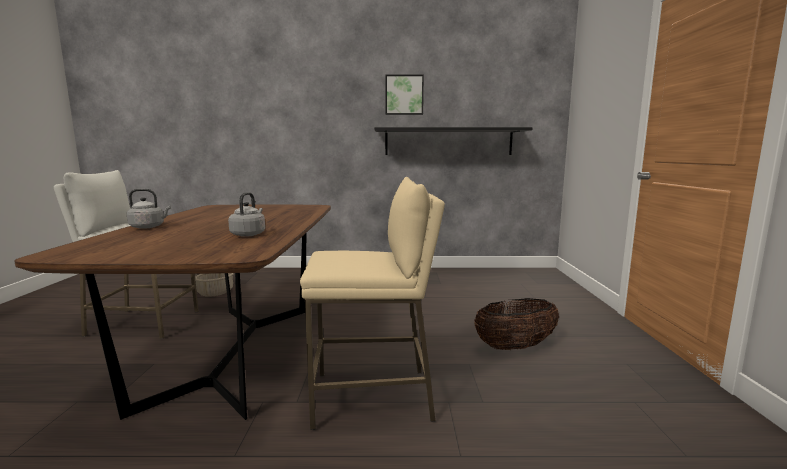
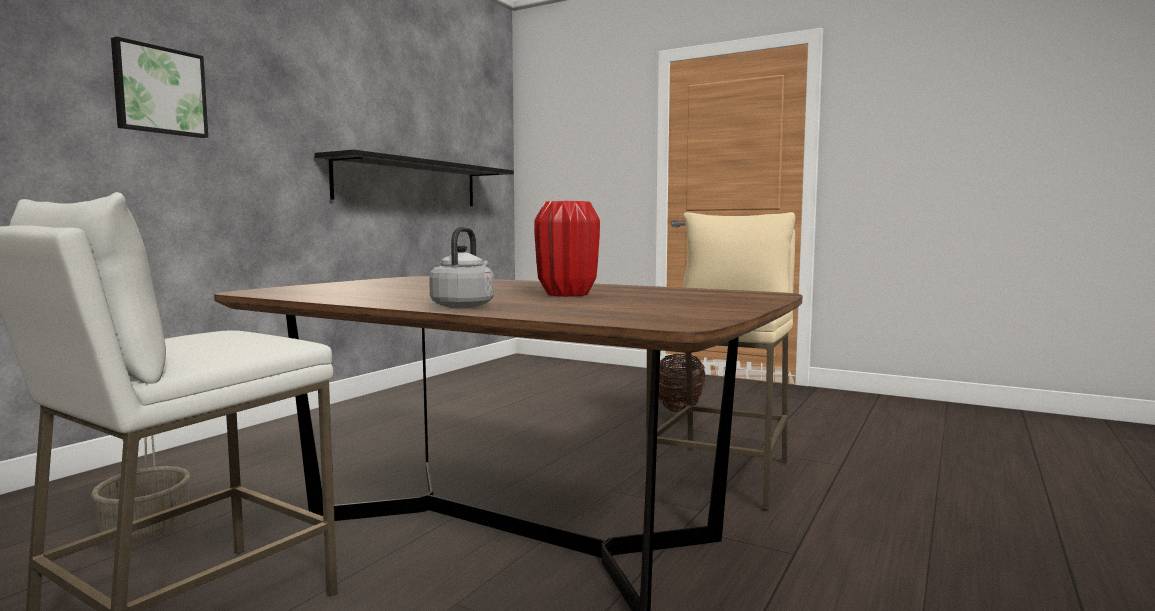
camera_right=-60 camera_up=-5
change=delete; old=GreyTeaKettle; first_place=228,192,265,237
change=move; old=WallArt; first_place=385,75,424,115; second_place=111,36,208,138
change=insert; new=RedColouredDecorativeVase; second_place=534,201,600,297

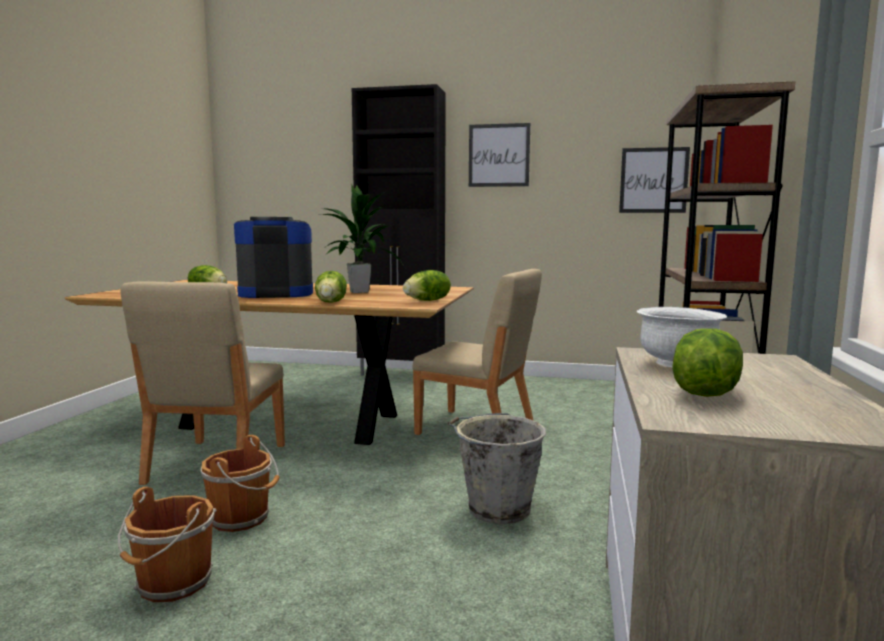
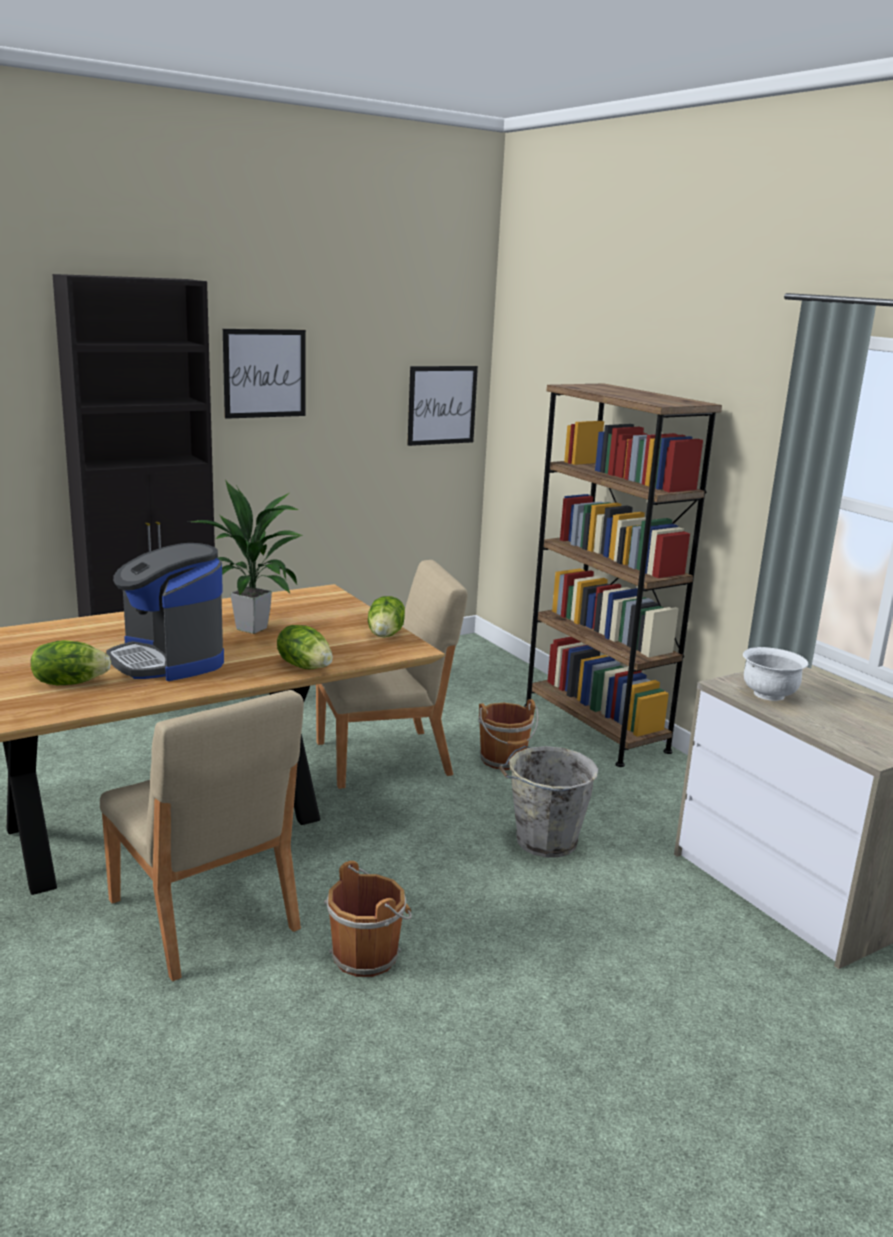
camera_right=-45 camera_up=10
change=move; old=BrownBucket; first_place=118,487,216,602; second_place=478,699,538,770
change=rotate; old=CoffeeMaker; first_place=234,217,313,298; second_place=106,543,224,681; degrees=-75
change=delete; old=Lettuce; first_place=672,328,743,397

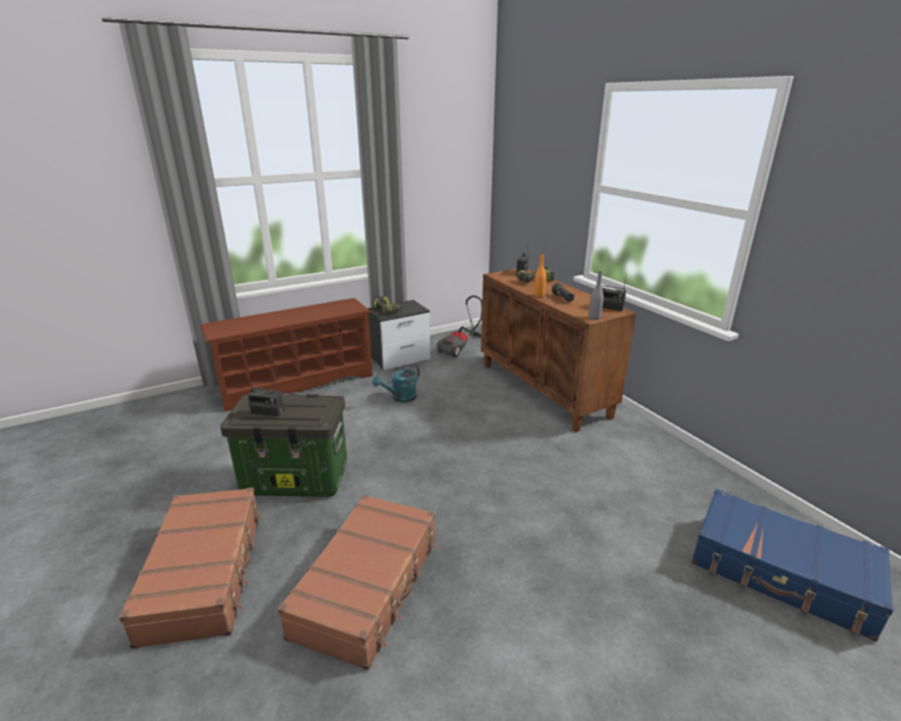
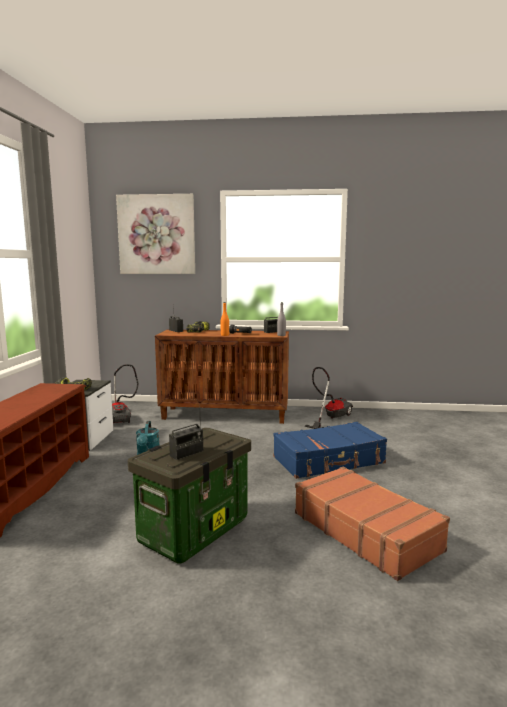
camera_right=-55 camera_up=-15
change=delete; old=BrownPieceOfLuggage; first_place=119,487,263,649
change=move; old=BlueColouredPieceOfLuggage; first_place=691,489,894,642; second_place=273,422,387,479
change=insert; new=WallArt; second_place=116,194,195,274
change=insert; new=Hoover; second_place=304,367,353,429

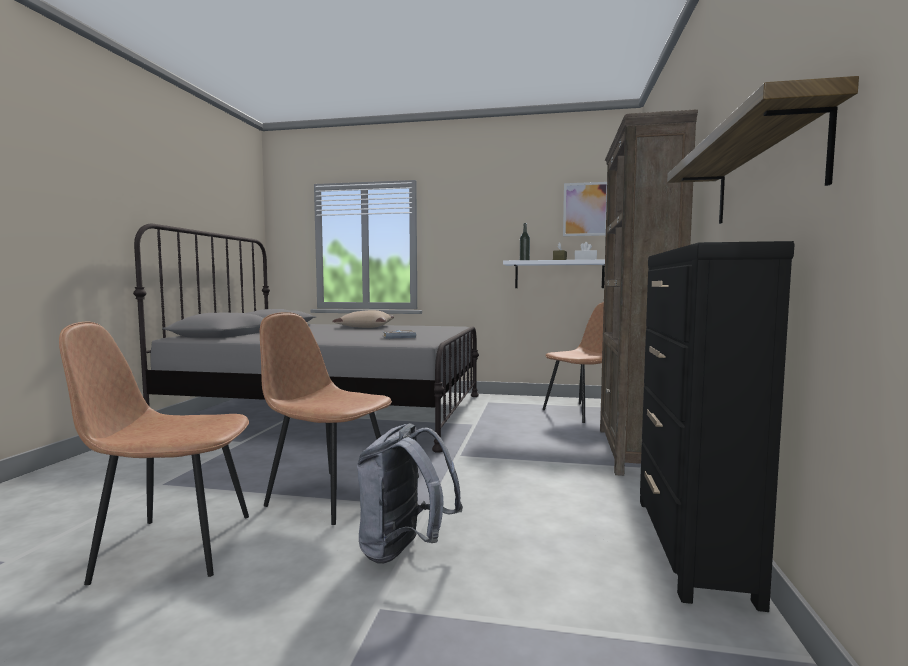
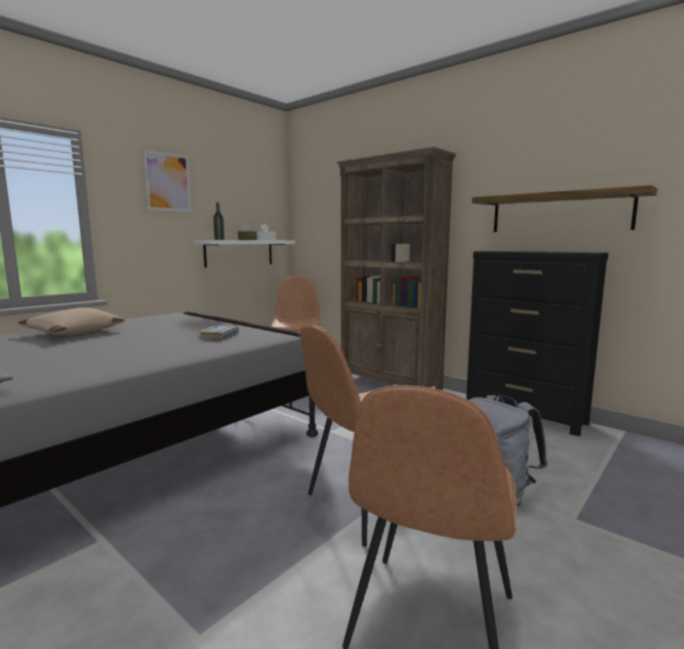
camera_right=-60 camera_up=5
change=move; old=WallArt; first_place=563,182,607,236; second_place=143,149,191,212

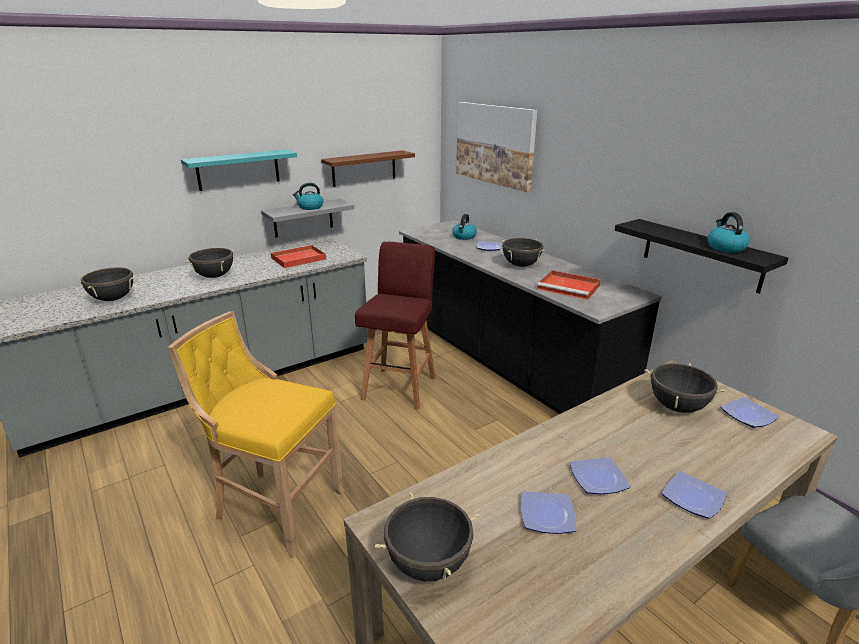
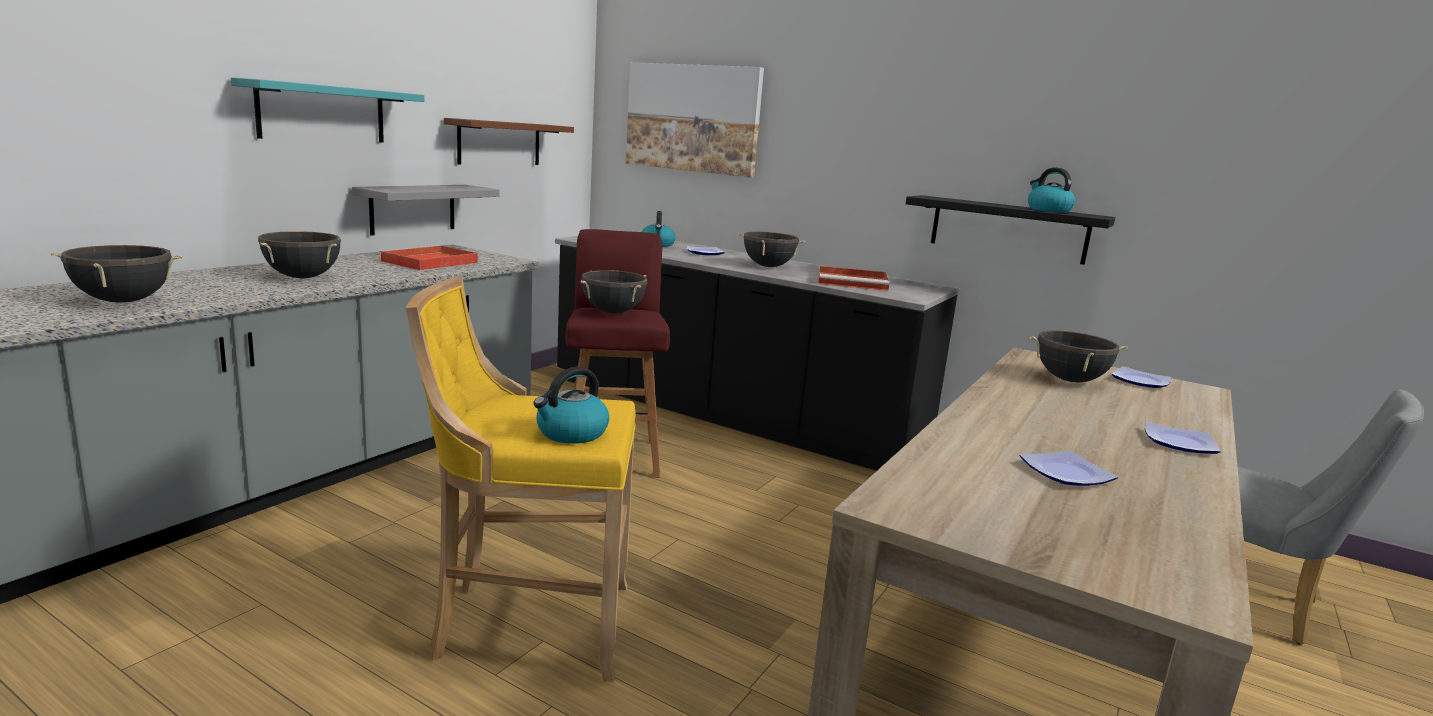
camera_right=-25 camera_up=-10
change=move; old=TeaKettle; first_place=293,183,323,210; second_place=533,367,609,444
change=move; old=BlackColouredSaucepot; first_place=375,492,479,581; second_place=580,270,647,313
change=delete; old=Plate; first_place=570,457,631,494

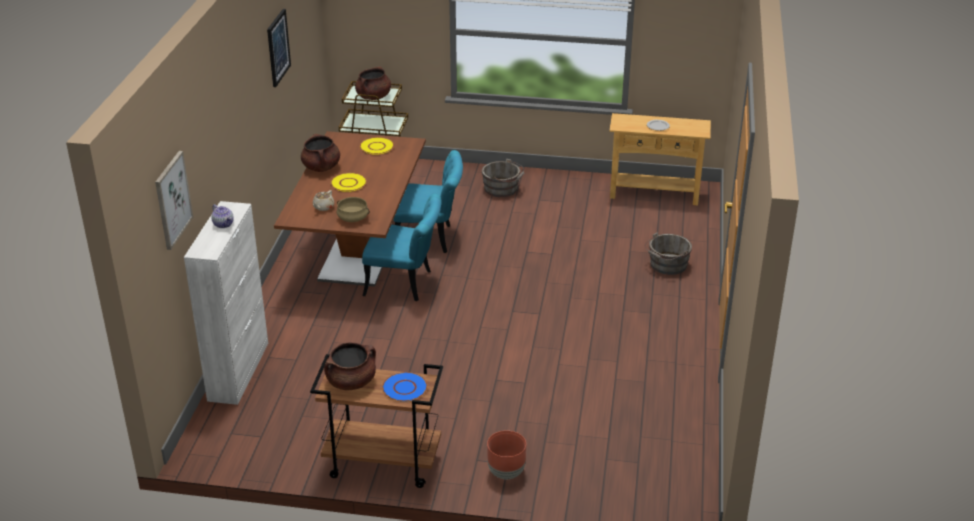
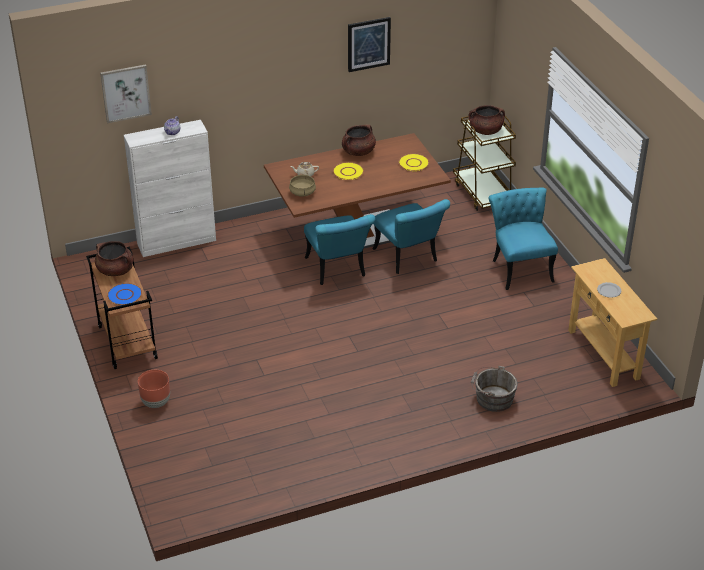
camera_right=60 camera_up=5
change=replace; old=GreyBucket; new=TurquoisePlainChair; first_place=482,159,524,197; second_place=488,188,558,290

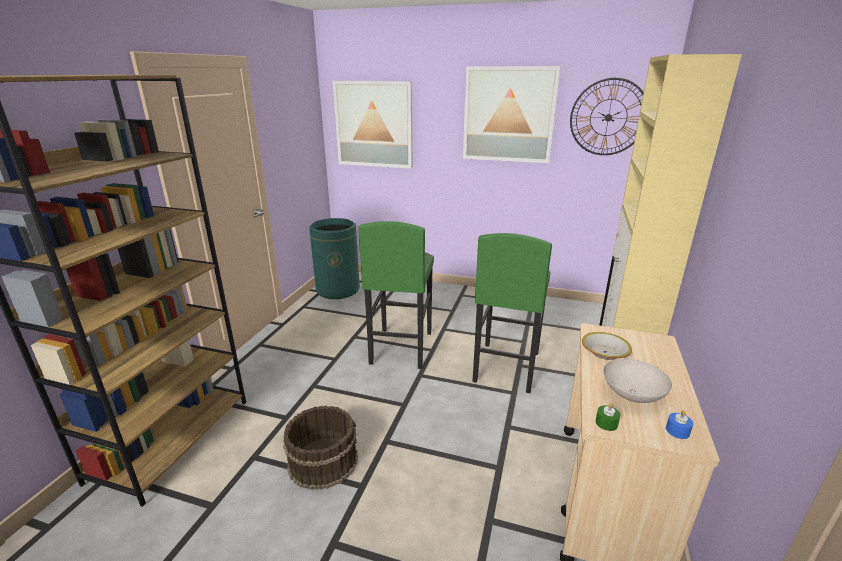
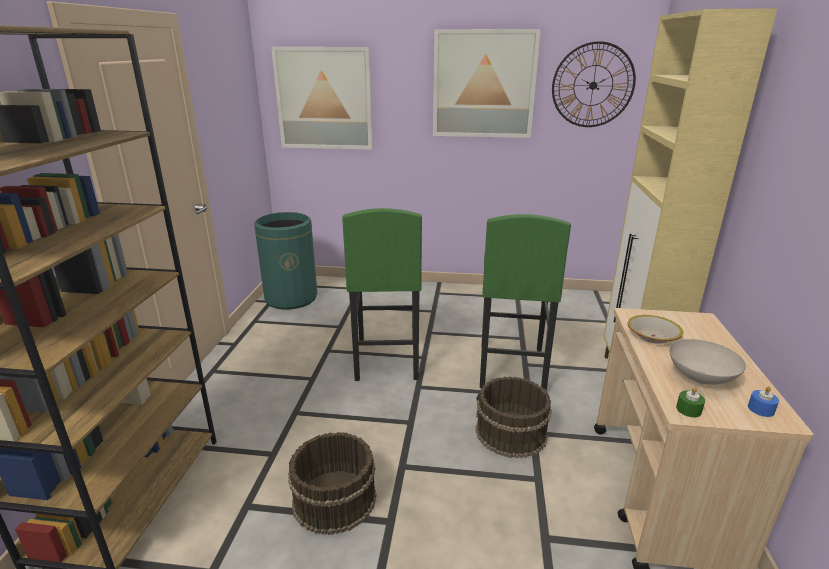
camera_right=-10 camera_up=0
change=insert; new=BrownBucket; second_place=475,376,552,458

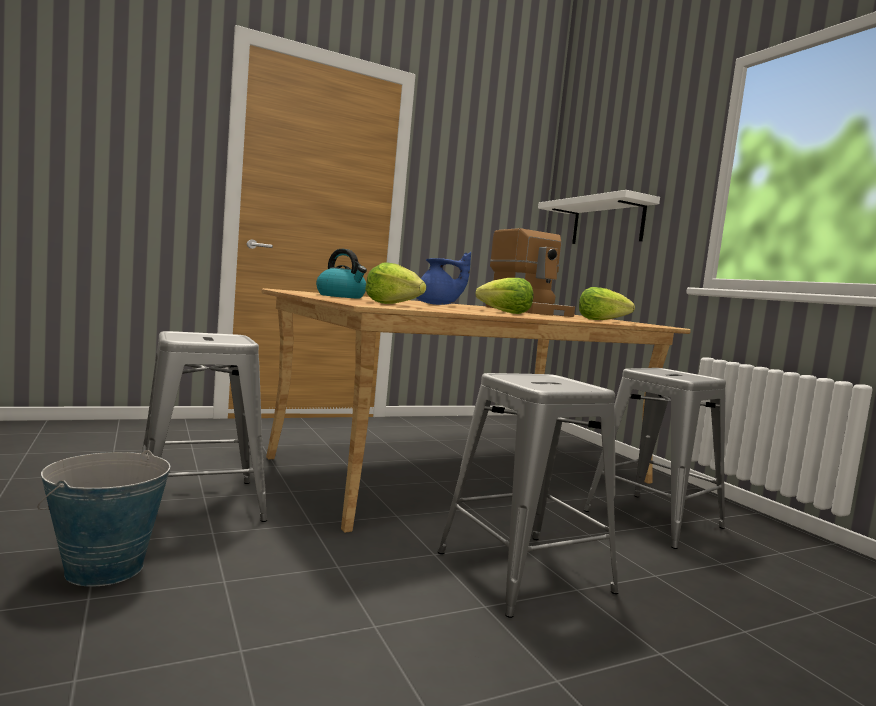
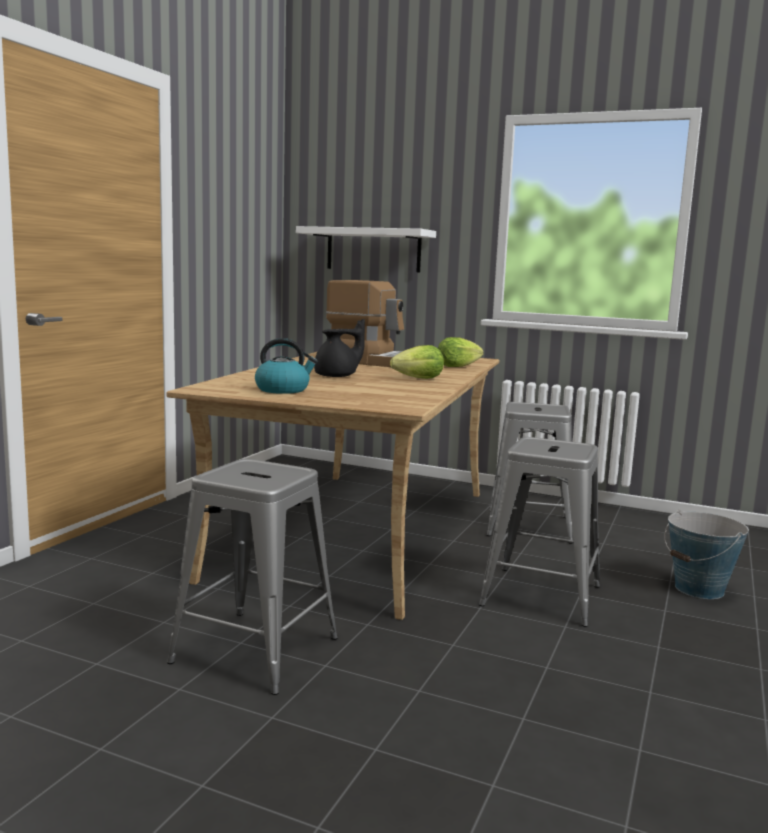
camera_right=-40 camera_up=5
change=move; old=Bucket; first_place=37,450,170,587; second_place=664,509,749,599
change=delete; old=Lettuce; first_place=365,263,426,304
change=recolor; old=BlueColouredPotForTea; new=BlackColouredPotForTea; first_place=416,252,471,305; second_place=314,319,365,377

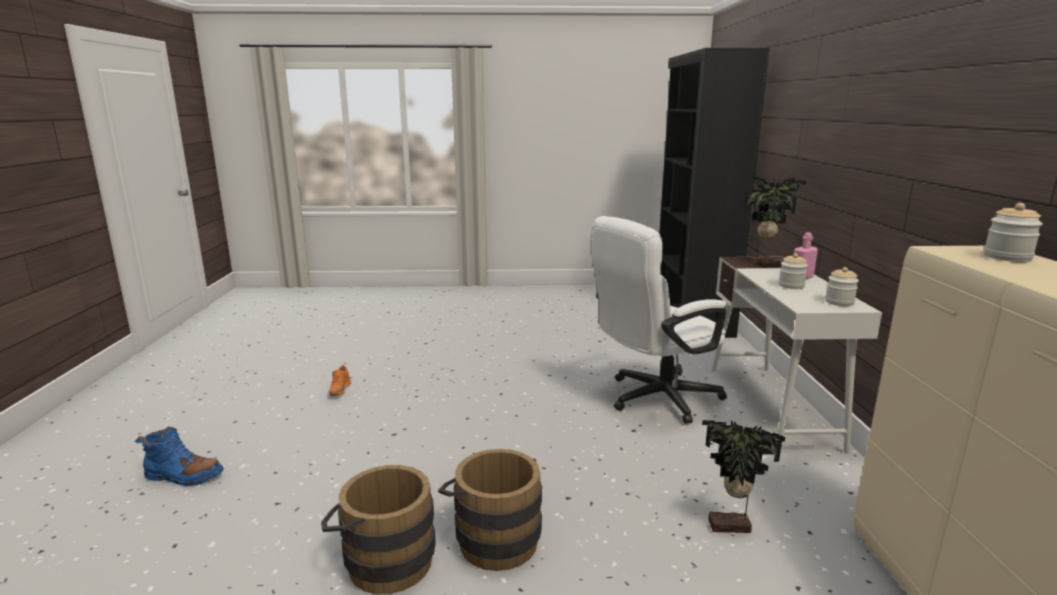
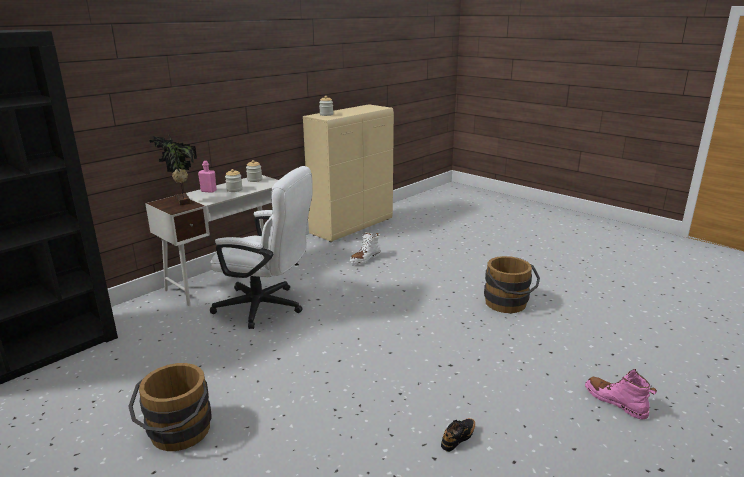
camera_right=-135 camera_up=5
change=recolor; old=BlueColouredTallBoot; new=PinkTallBoot; first_place=135,426,224,486; second_place=585,369,657,420
change=recolor; old=OrangeyLowShoe; new=BlackColouredLowShoe; first_place=329,365,351,396; second_place=441,418,475,452
change=move; old=BrownBucket; first_place=438,449,542,571; second_place=128,363,212,451
change=replace; old=PottedPlant; new=WhitishTallBoot; first_place=702,420,785,533; second_place=349,232,380,264

